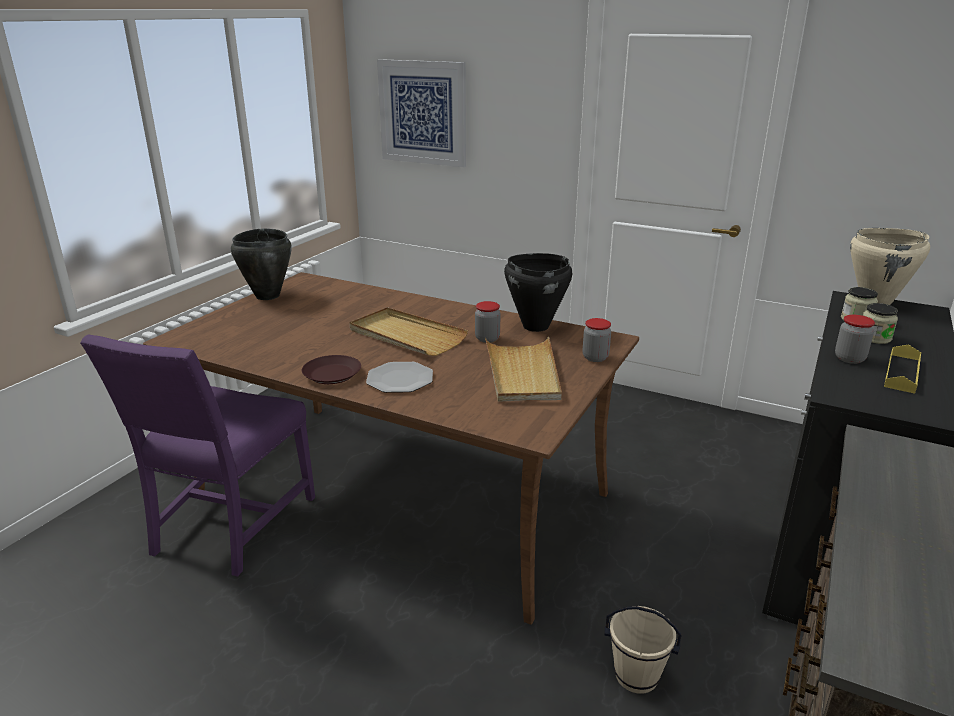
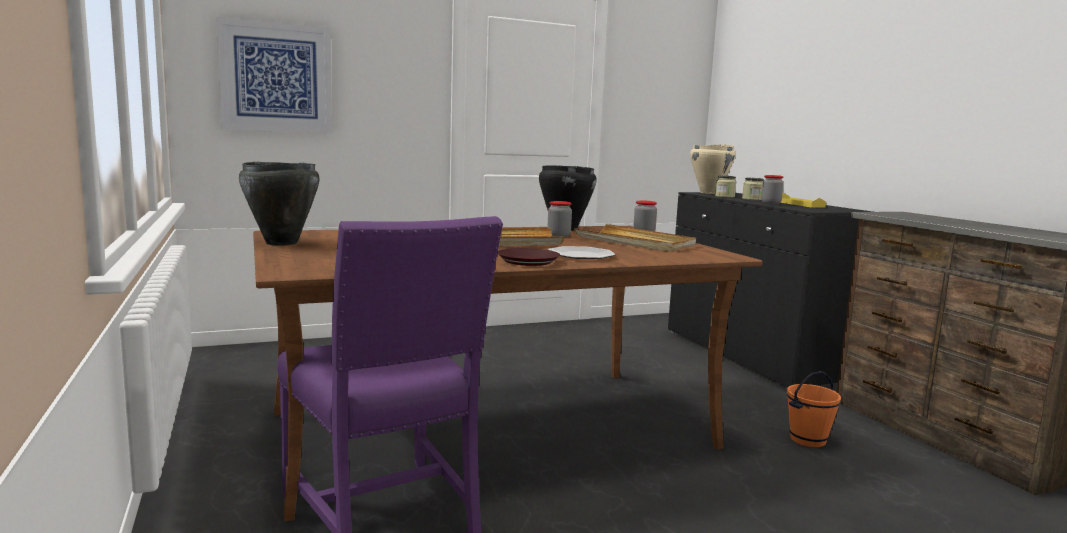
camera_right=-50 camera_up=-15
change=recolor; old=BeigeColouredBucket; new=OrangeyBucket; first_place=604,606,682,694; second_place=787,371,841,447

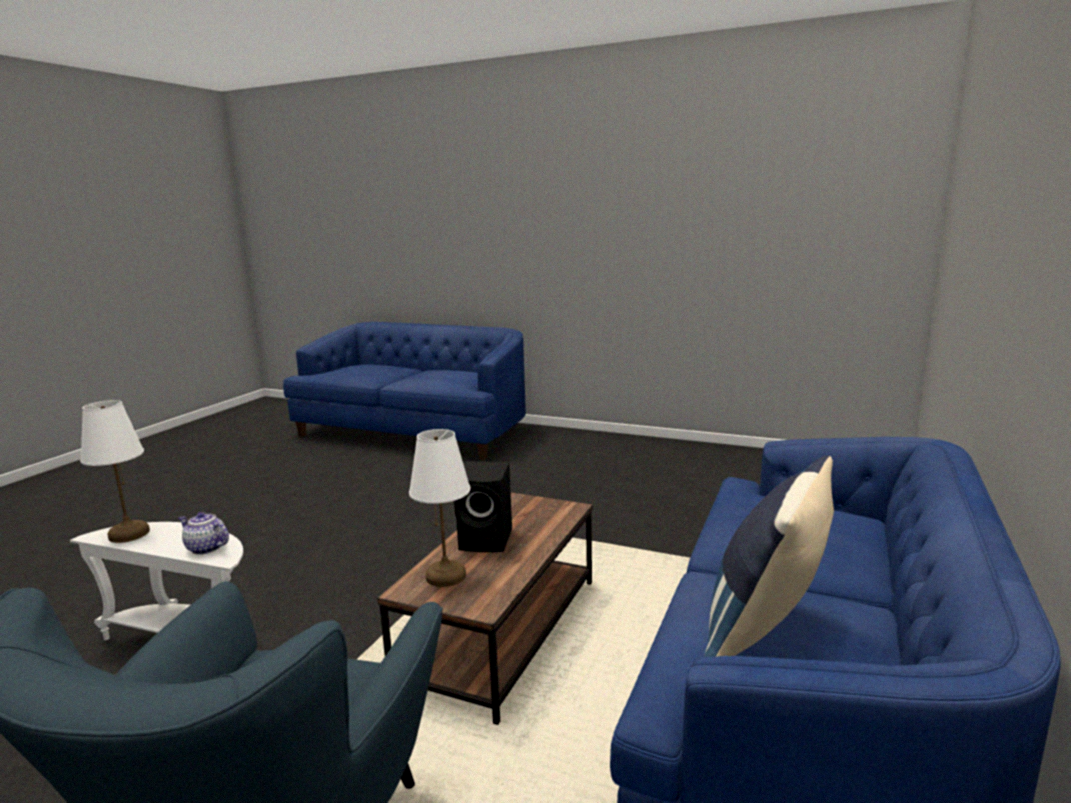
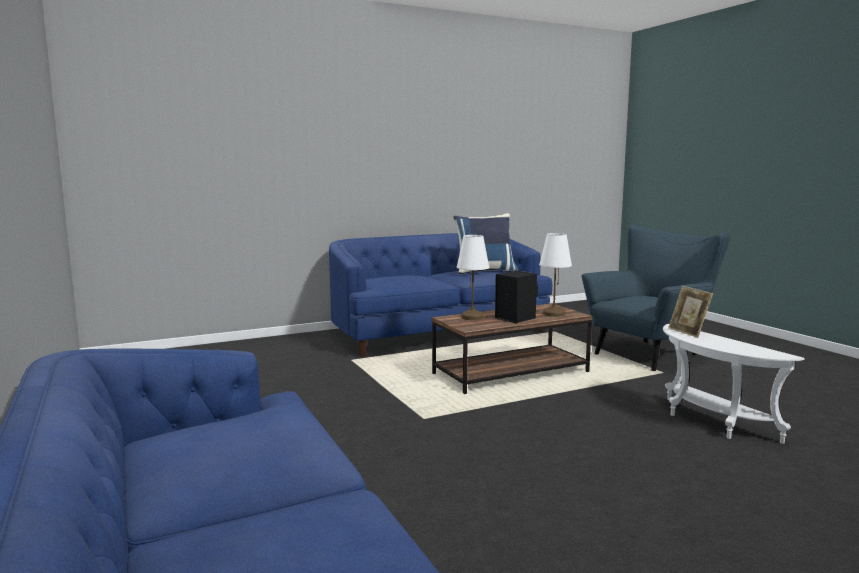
camera_right=-140 camera_up=-5
change=move; old=WhitishLampForATable; first_place=80,400,150,543; second_place=457,235,489,320
change=replace; old=PotForTea; new=StandingFrame; first_place=178,512,229,555; second_place=668,286,713,338

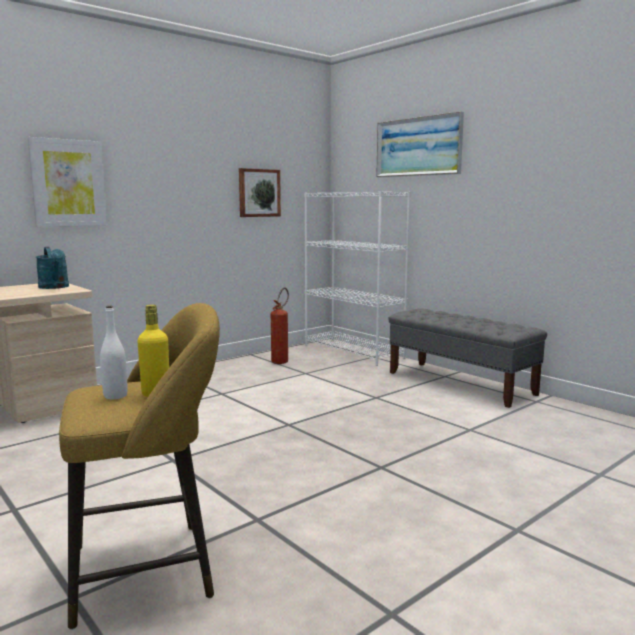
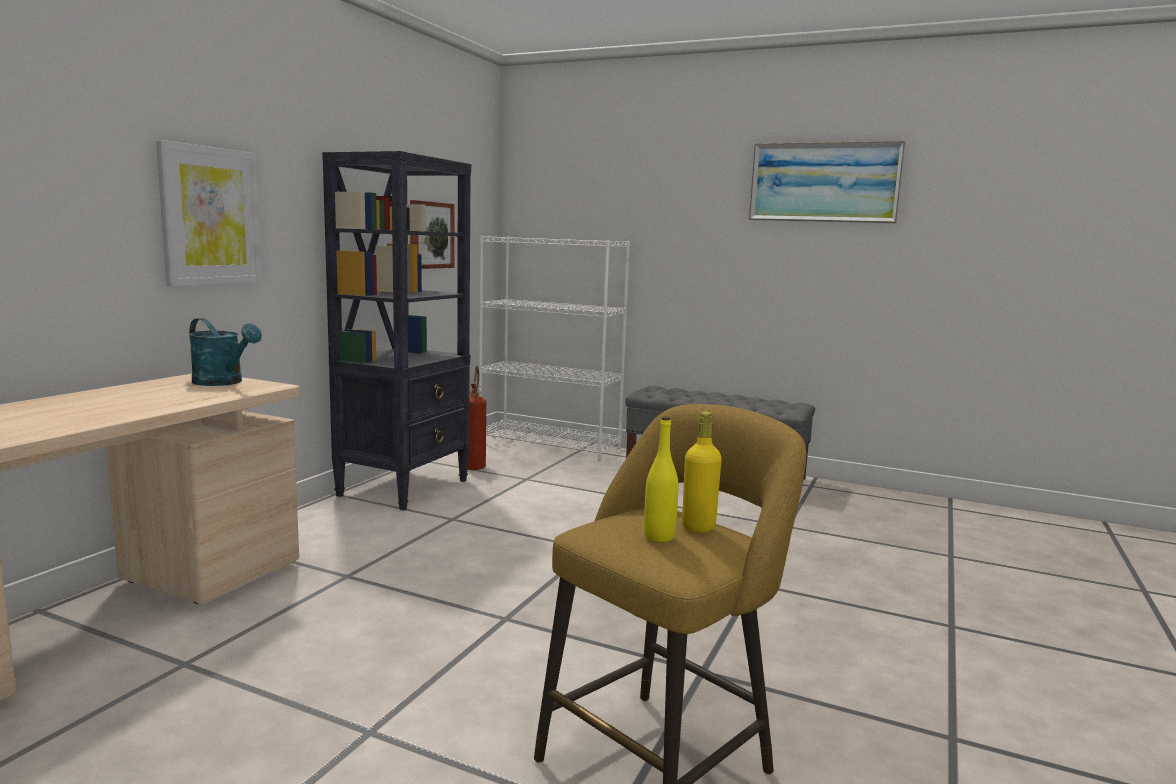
camera_right=-25 camera_up=0
change=recolor; old=WhitishDrinkBottle; new=YellowDrinkBottle; first_place=100,306,127,399; second_place=644,416,678,542
change=move; old=WallArt; first_place=376,111,464,177; second_place=749,141,906,223
change=insert; new=BlackColouredBookcase; second_place=322,151,471,511

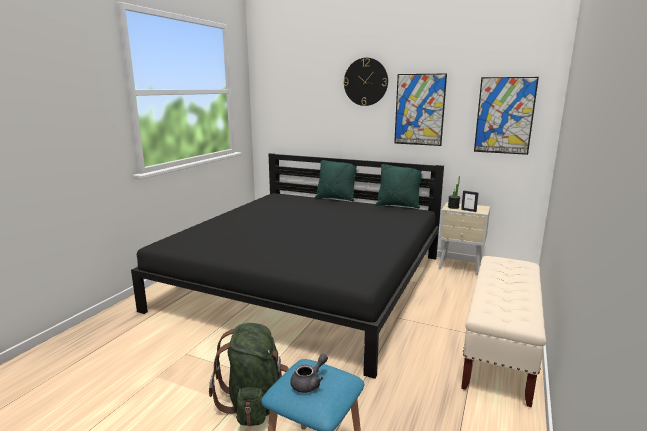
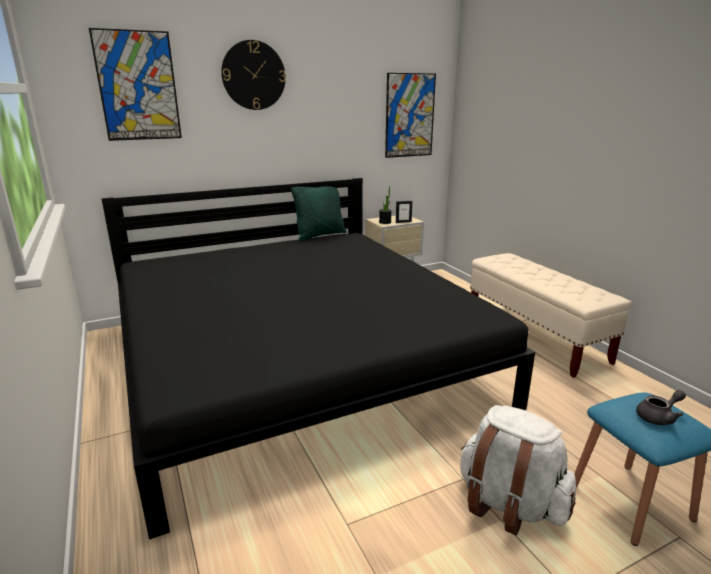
camera_right=-50 camera_up=5
change=recolor; old=GreenColouredBackpack; new=WhitishBackpack; first_place=209,323,289,426; second_place=460,405,576,536
change=rotate; old=GreyPotForTea; first_place=290,354,328,393; second_place=636,390,686,425; degrees=75
change=delete; old=GreenColouredPillow; first_place=315,160,357,201
change=move; old=WallArt; first_place=394,73,447,146; second_place=89,28,182,141

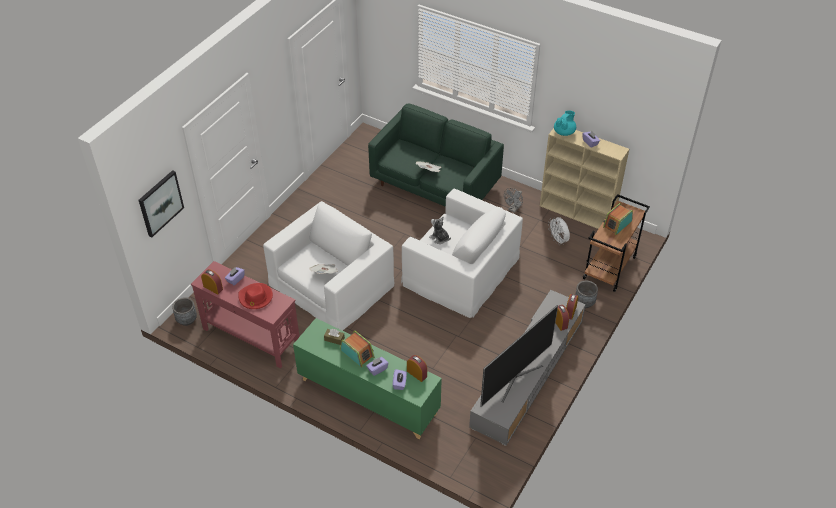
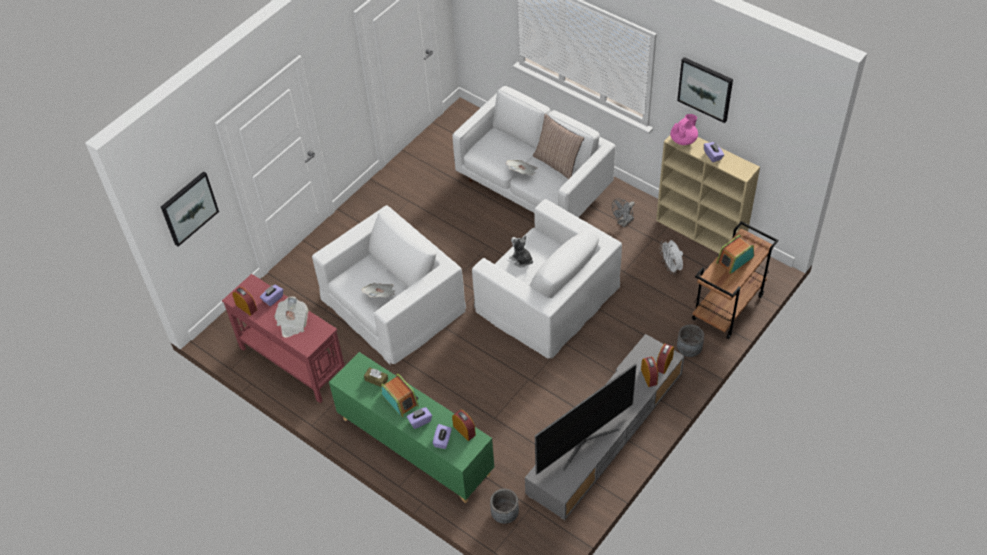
camera_right=10 camera_up=5
change=move; old=GreyPlantPot; first_place=172,297,197,326; second_place=490,489,519,524
change=replace; old=RedColouredWearableHat; new=Newspaper; first_place=238,283,273,309; second_place=274,296,308,338
change=recolor; old=GreenColouredSettee; new=WhitishSettee; first_place=368,103,504,207; second_place=452,86,615,217
change=recolor; old=TurquoisePotForTea; new=PinkPotForTea; first_place=554,111,576,136; second_place=670,114,698,145
change=insert; new=Pillow; second_place=533,114,584,179
change=insert; new=WallArt; second_place=677,57,733,123

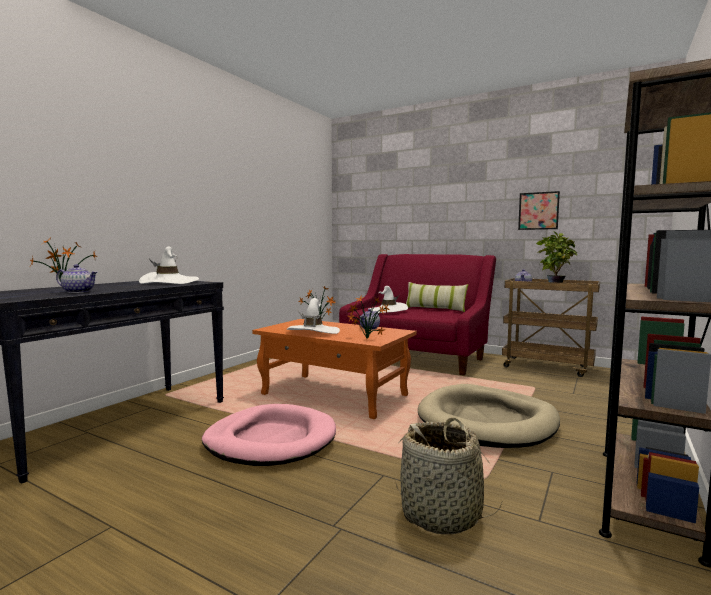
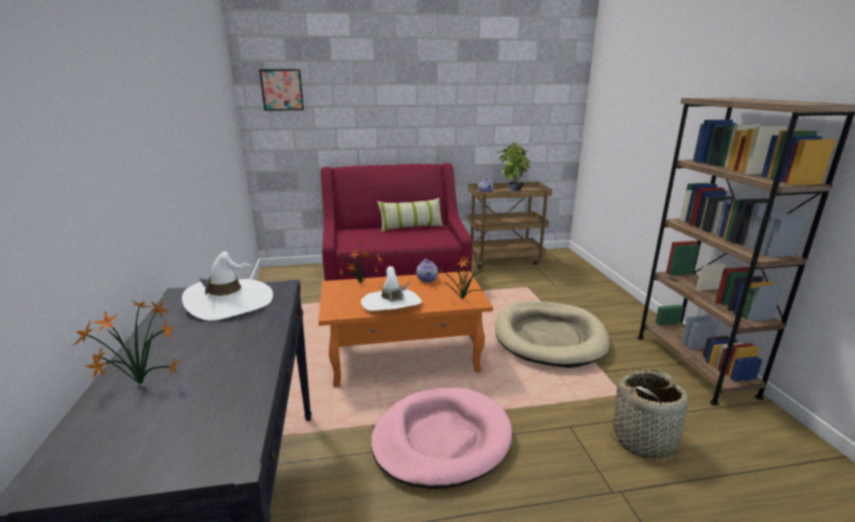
camera_right=-40 camera_up=15
change=delete; old=PotForTea; first_place=56,264,98,293
change=delete; old=WhitishWearableHat; first_place=369,286,408,313
change=move; old=WallArt; first_place=518,191,560,230; second_place=259,69,304,111

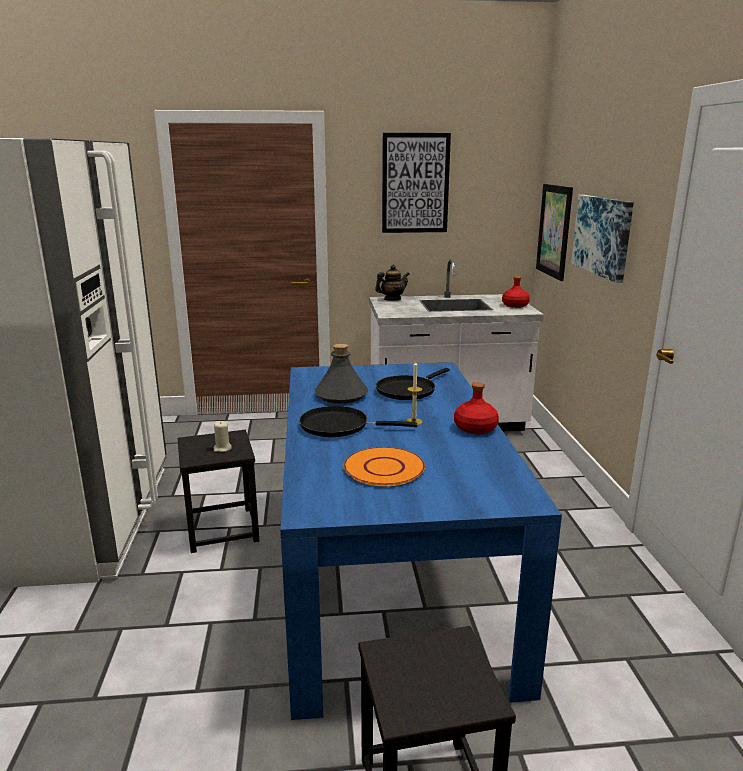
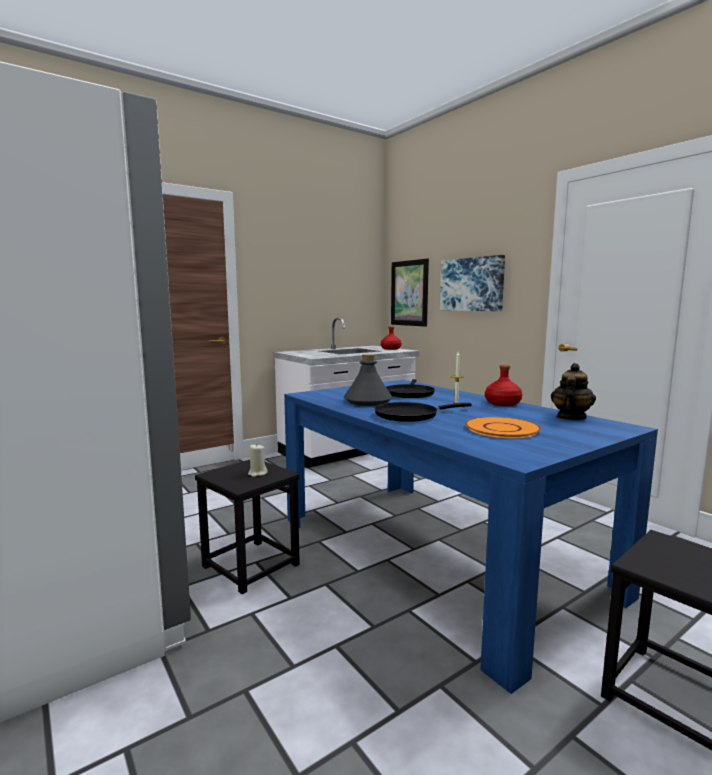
camera_right=-30 camera_up=-10
change=move; old=PotForTea; first_place=375,265,410,301; second_place=551,363,596,420
change=delete; old=WallArt; first_place=382,133,451,233

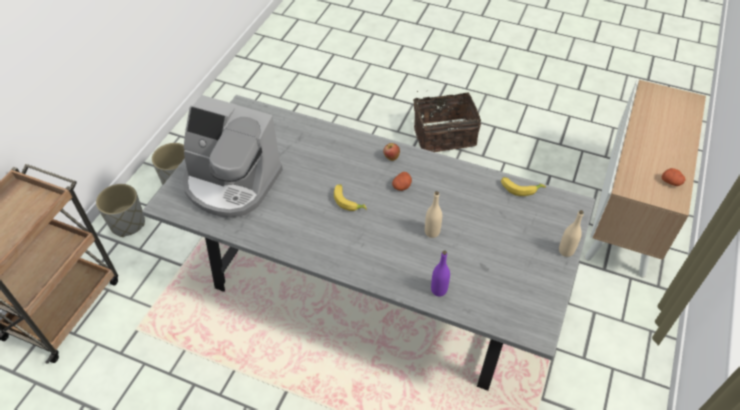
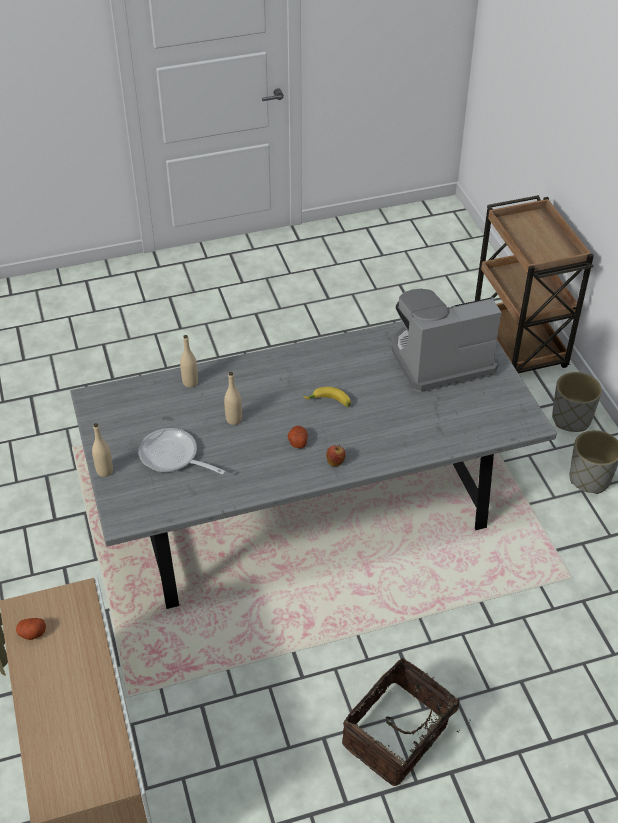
camera_right=140 camera_up=-5
change=recolor; old=PurpleColouredDrinkBottle; new=BeigeColouredDrinkBottle; first_place=431,250,450,296; second_place=180,335,198,388
change=delete; old=WholeBanana; first_place=501,177,546,196
change=insert; new=Pan; second_place=138,428,226,475

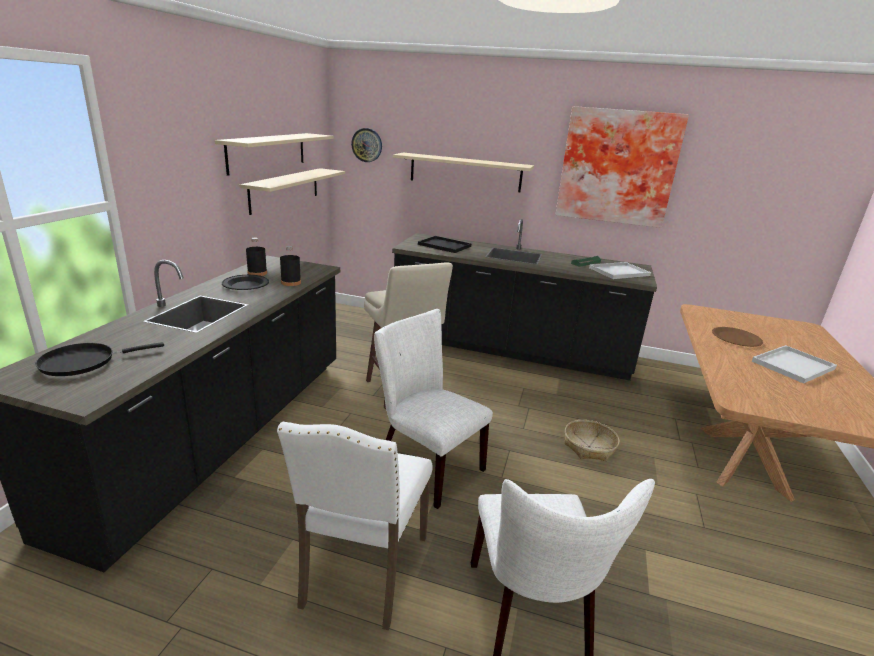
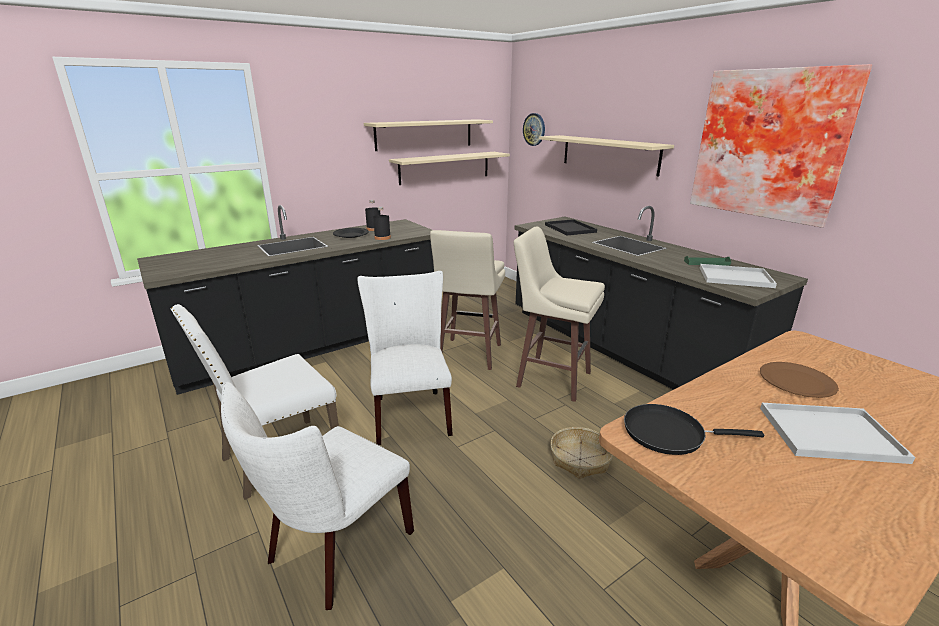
camera_right=40 camera_up=0
change=move; old=BlackColouredPan; first_place=35,342,164,376; second_place=624,404,764,455
change=insert; new=BeigeColouredStoolSeat; second_place=514,227,605,402

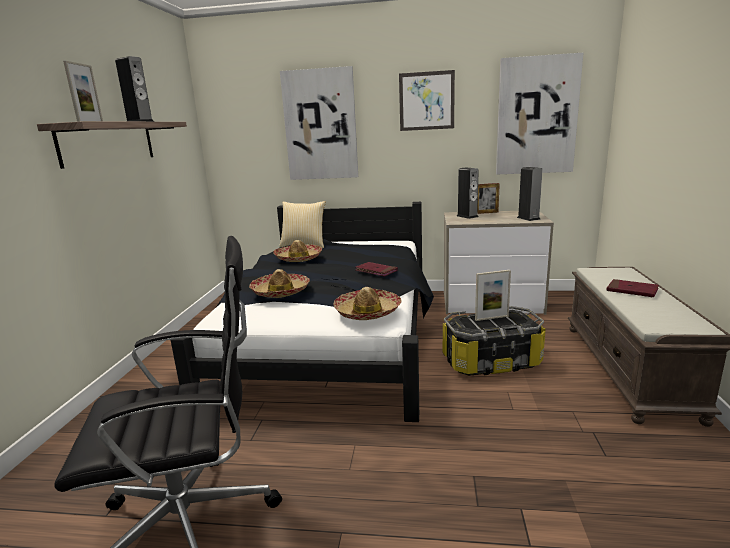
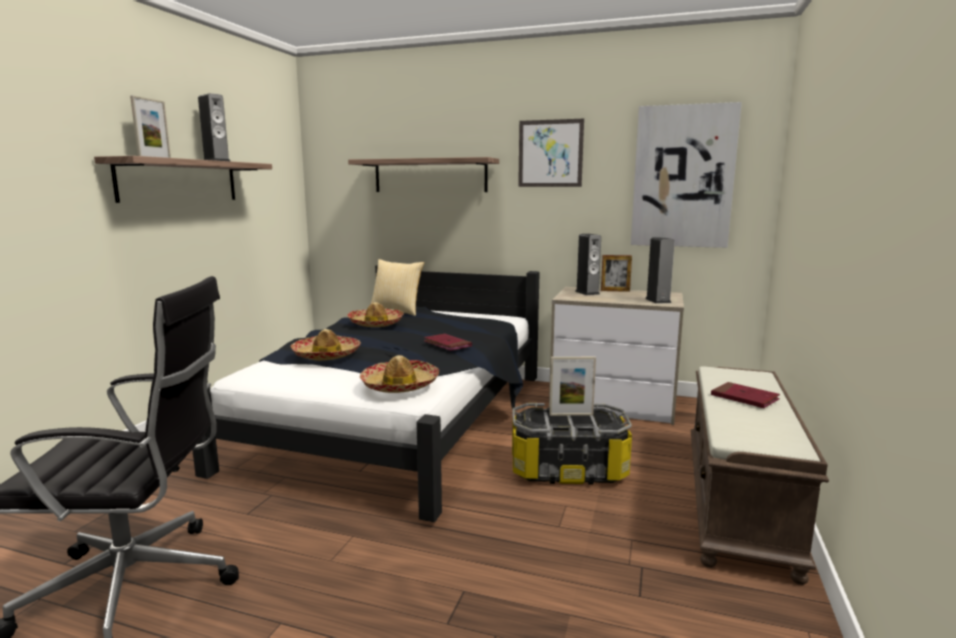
camera_right=10 camera_up=-5
change=replace; old=WallArt; new=BracketShelf; first_place=280,66,358,180; second_place=348,157,499,192

